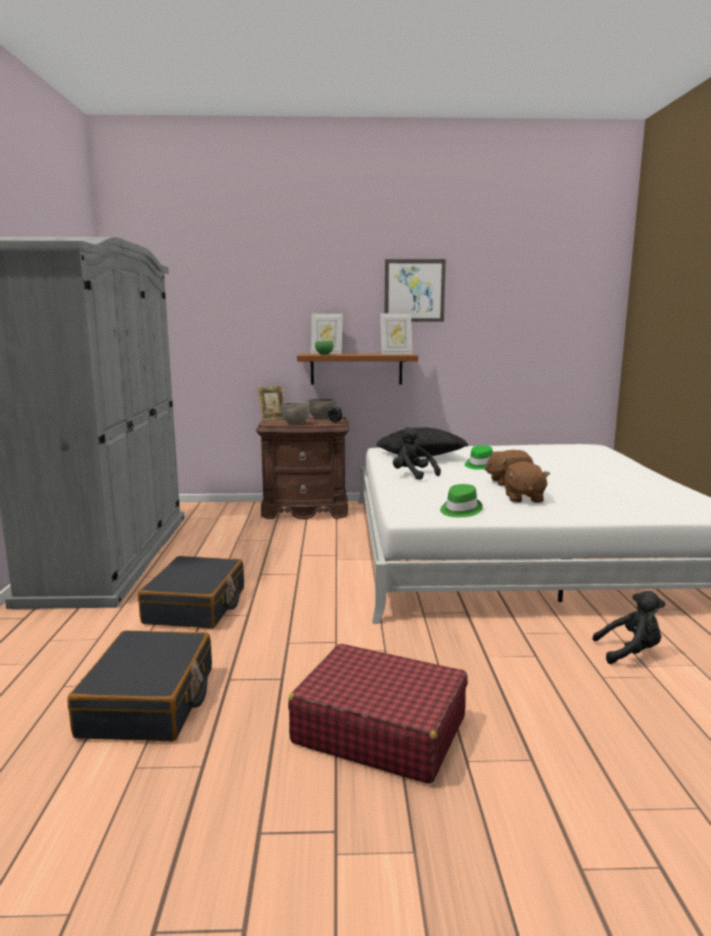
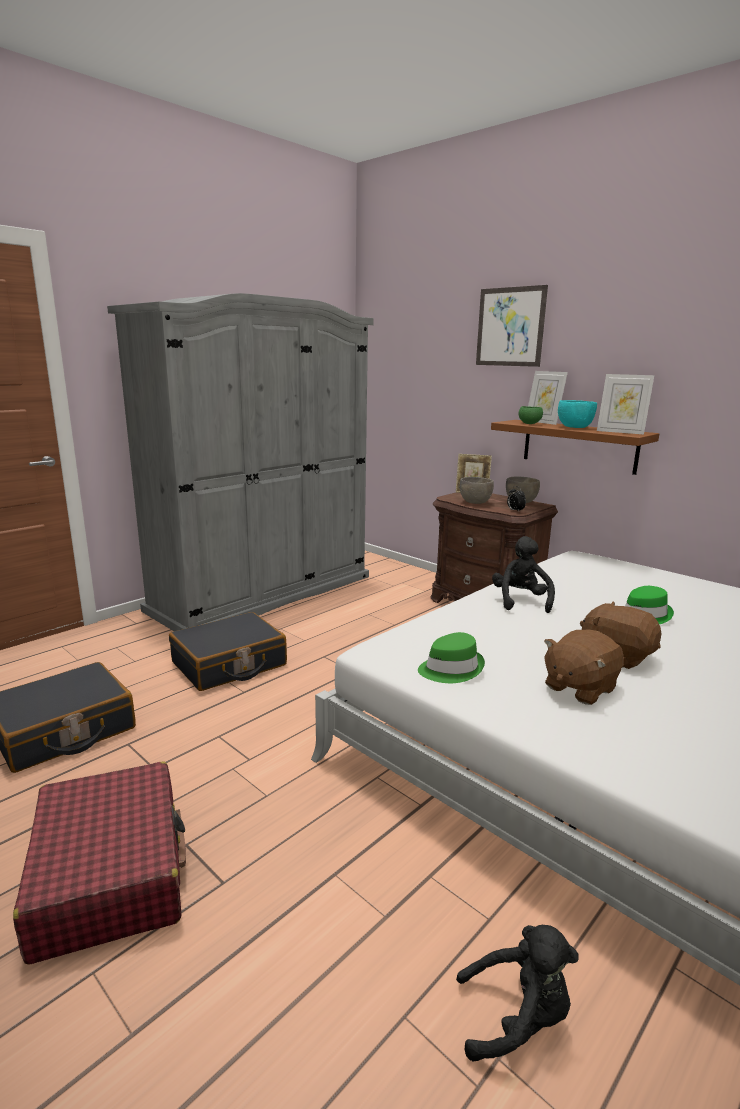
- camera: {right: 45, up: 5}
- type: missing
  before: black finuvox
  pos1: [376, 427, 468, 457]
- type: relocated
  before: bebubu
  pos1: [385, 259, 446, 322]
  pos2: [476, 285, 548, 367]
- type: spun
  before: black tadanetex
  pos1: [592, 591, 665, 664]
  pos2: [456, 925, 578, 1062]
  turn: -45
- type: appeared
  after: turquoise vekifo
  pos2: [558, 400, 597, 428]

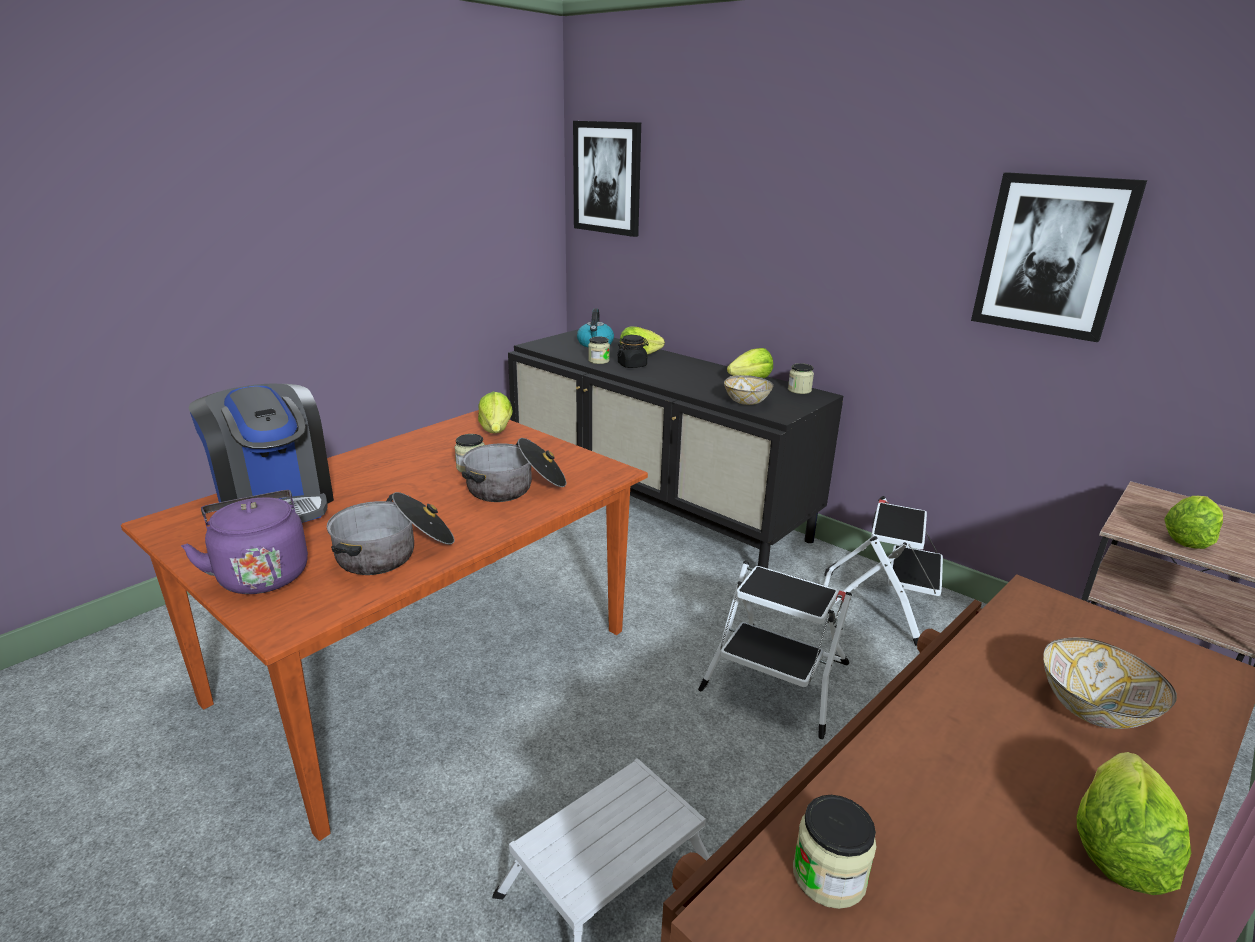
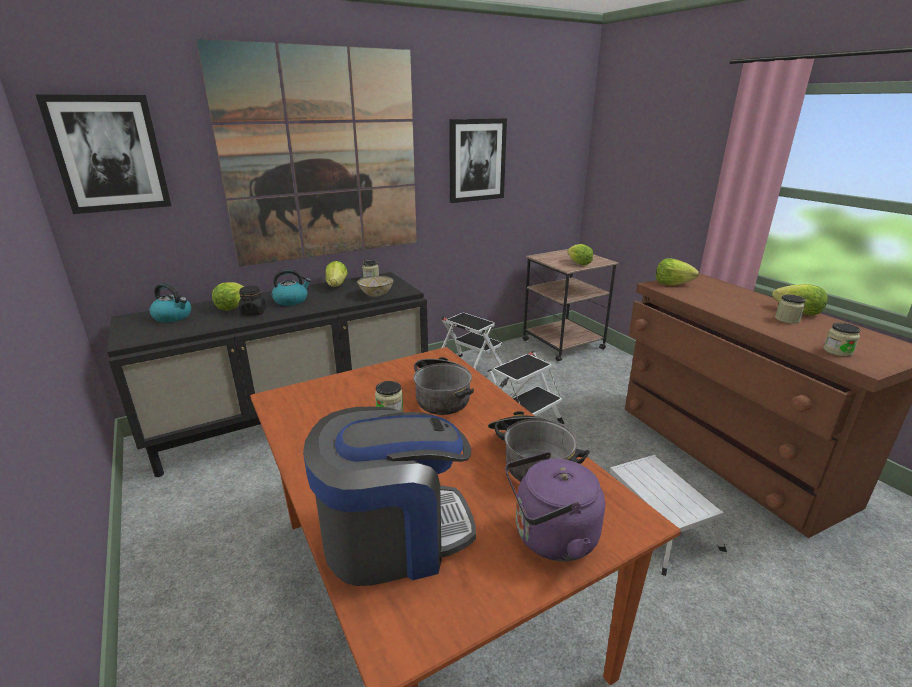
- camera: {right: -70, up: 0}
- type: relocated
  before: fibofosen
  pos1: [478, 392, 513, 433]
  pos2: [656, 258, 699, 286]
- type: relocated
  before: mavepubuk
  pos1: [588, 337, 610, 364]
  pos2: [775, 295, 806, 324]
- type: missing
  before: vekifo
  pos1: [1043, 638, 1177, 729]
- type: appeared
  after: bebubu
  pos2: [196, 39, 417, 267]
- type: appeared
  after: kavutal
  pos2: [272, 269, 311, 306]

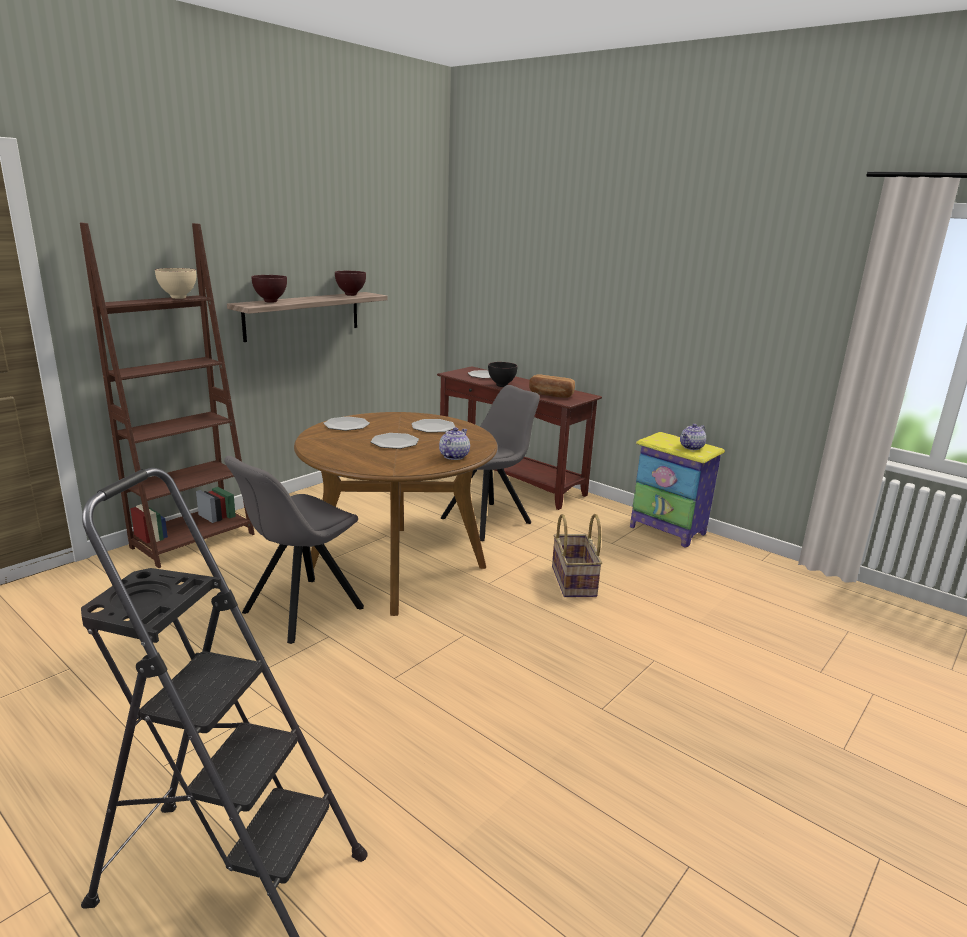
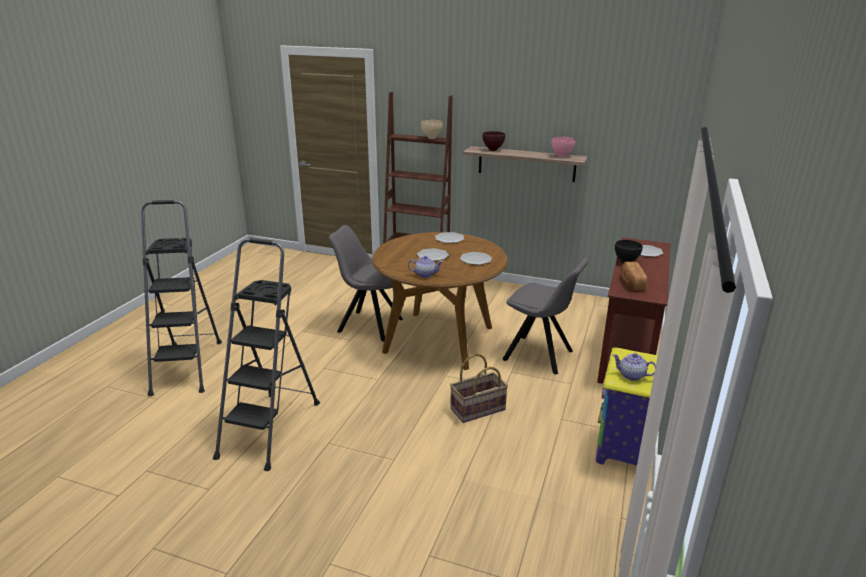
- camera: {right: 70, up: 5}
- type: colour
  before: brown vekifo
  after: pink vekifo
  pos1: [335, 271, 366, 296]
  pos2: [551, 137, 576, 157]
- type: appeared
  after: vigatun
  pos2: [213, 238, 320, 471]

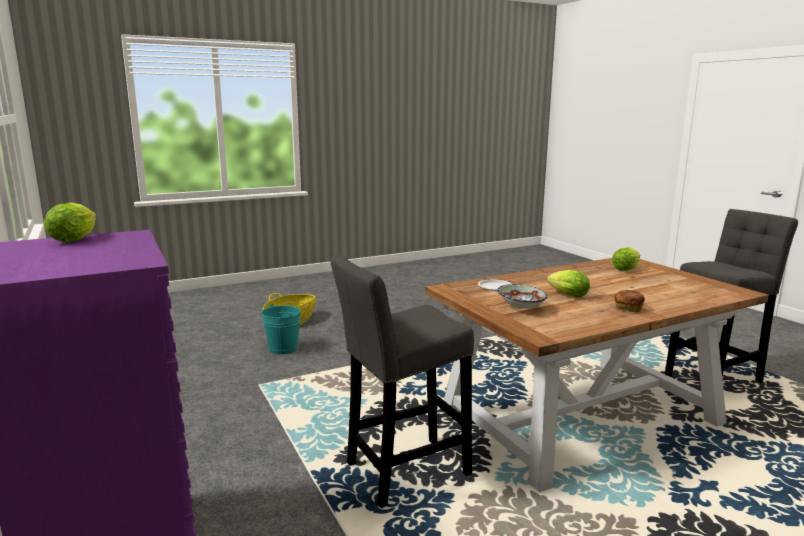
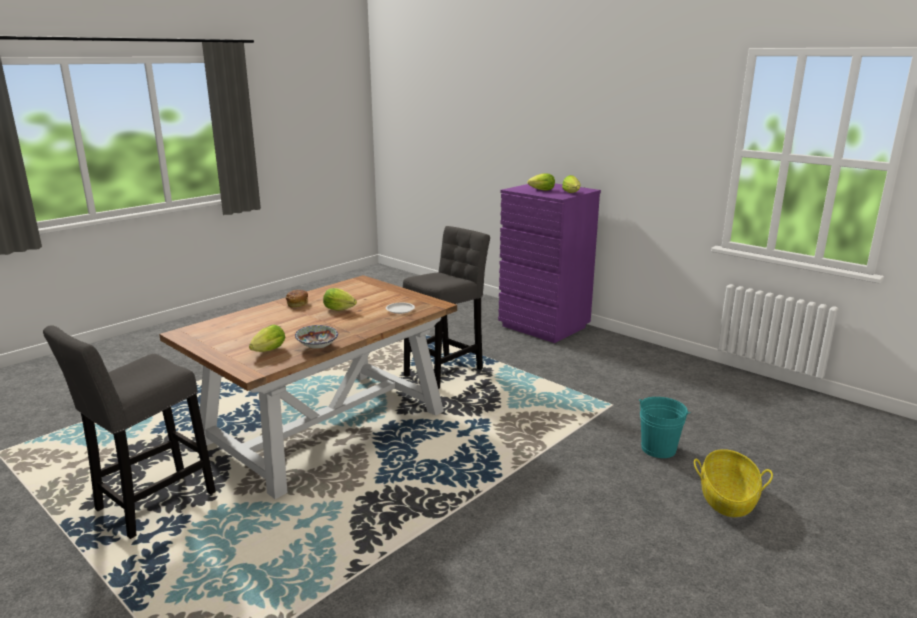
- camera: {right: 160, up: 5}
- type: relocated
  before: vekifo
  pos1: [498, 284, 547, 309]
  pos2: [295, 325, 338, 349]
- type: appeared
  after: fibofosen
  pos2: [527, 174, 555, 191]

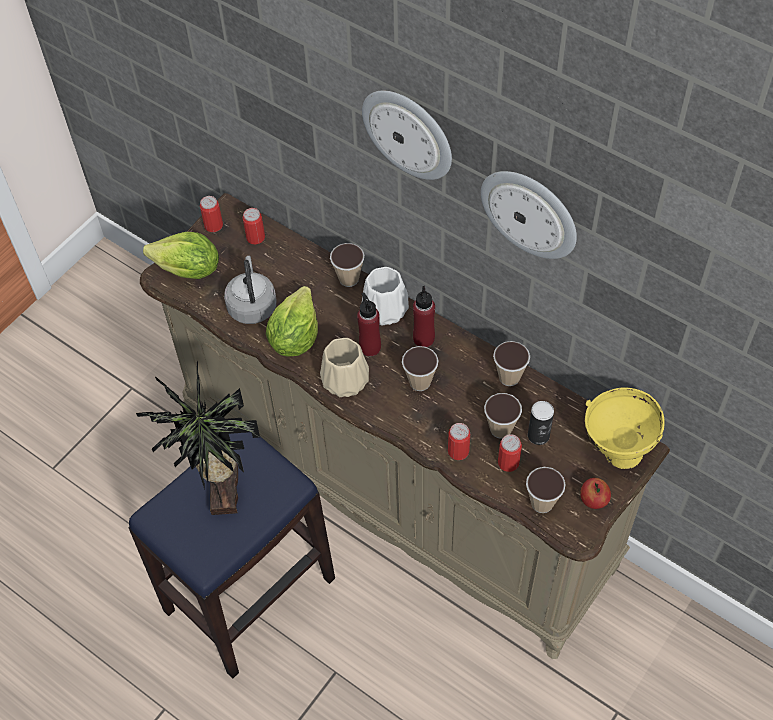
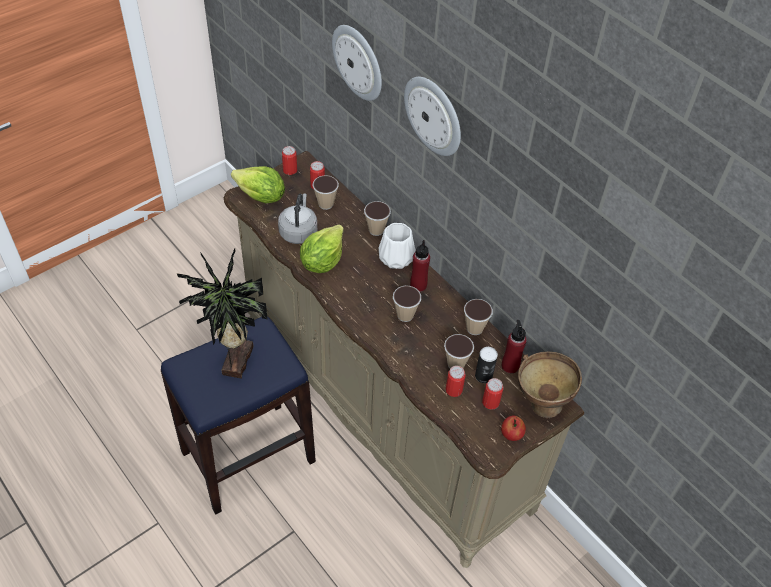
- camera: {right: 10, up: -5}
- type: missing
  before: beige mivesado
  pos1: [320, 338, 369, 397]
- type: relocated
  before: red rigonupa
  pos1: [357, 292, 381, 356]
  pos2: [502, 320, 527, 373]
- type: relocated
  before: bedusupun
  pos1: [448, 423, 470, 460]
  pos2: [482, 378, 503, 410]
- type: relocated
  before: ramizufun
  pos1: [481, 171, 577, 259]
  pos2: [332, 25, 382, 101]
- type: relocated
  before: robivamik
  pos1: [526, 467, 565, 513]
  pos2: [312, 175, 339, 210]
- type: colour
  before: yellow vekifo
  after: brown vekifo
  pos1: [585, 387, 665, 469]
  pos2: [518, 352, 582, 418]

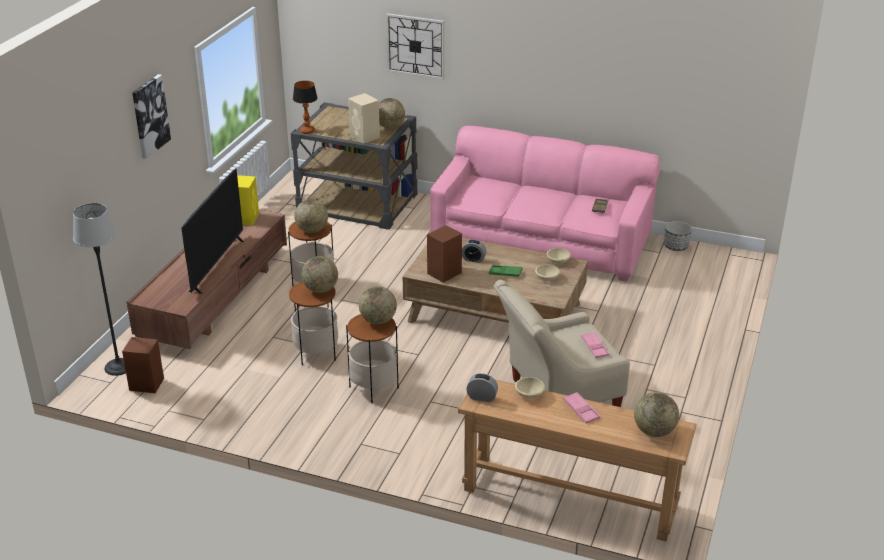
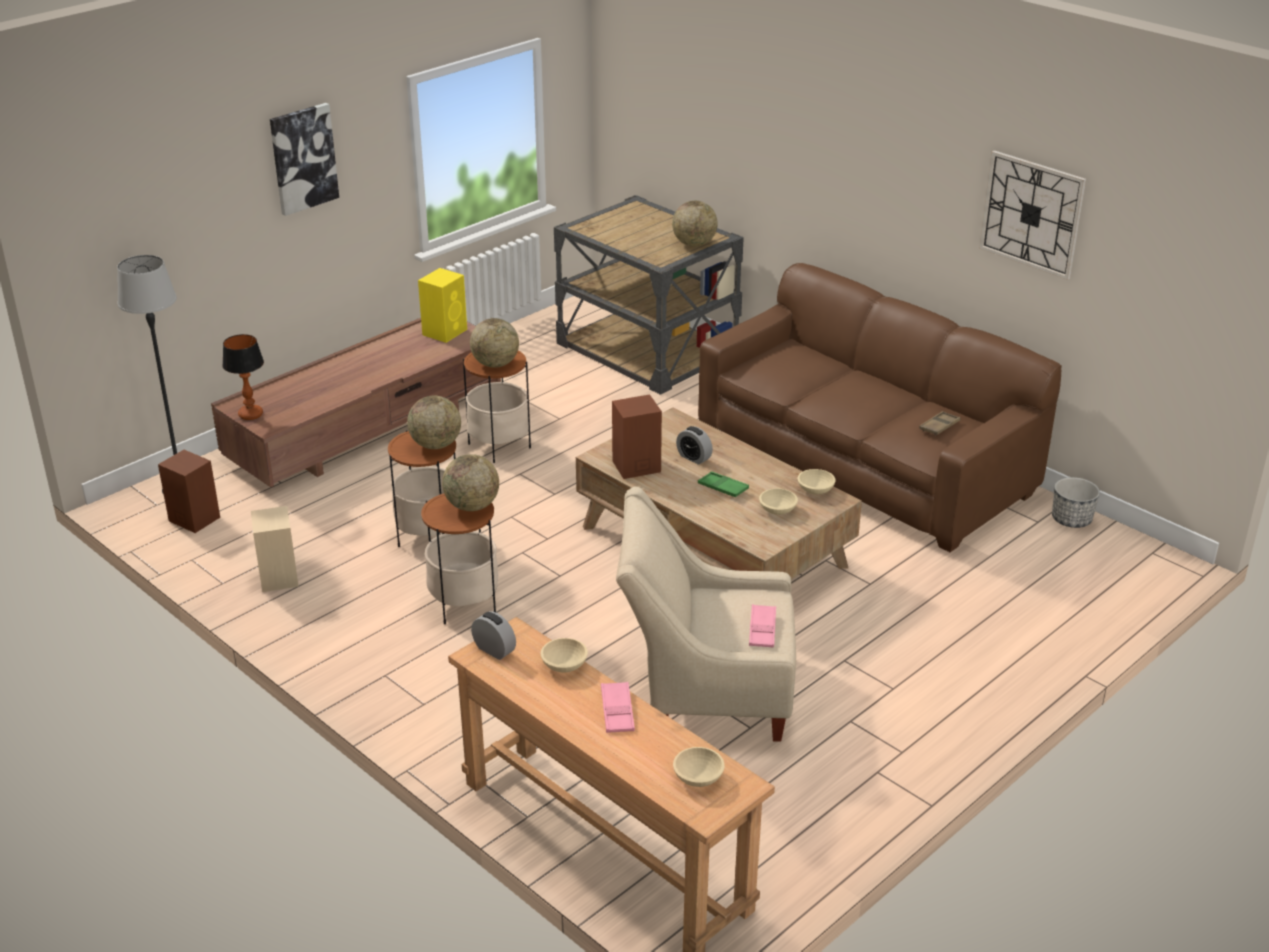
- camera: {right: 25, up: 0}
- type: missing
  before: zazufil
  pos1: [181, 168, 244, 294]
- type: relocated
  before: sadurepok
  pos1: [293, 81, 318, 134]
  pos2: [222, 334, 264, 420]
- type: relocated
  before: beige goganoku
  pos1: [348, 93, 380, 144]
  pos2: [251, 506, 299, 592]
- type: relocated
  before: ramizufun
  pos1: [386, 13, 444, 80]
  pos2: [979, 150, 1086, 280]
- type: colour
  before: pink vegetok
  after: brown vegetok
  pos1: [430, 126, 660, 282]
  pos2: [698, 263, 1062, 552]
- type: exchanged
  before: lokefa
  after: beige vekifo
  pos1: [634, 392, 679, 437]
  pos2: [673, 747, 725, 787]

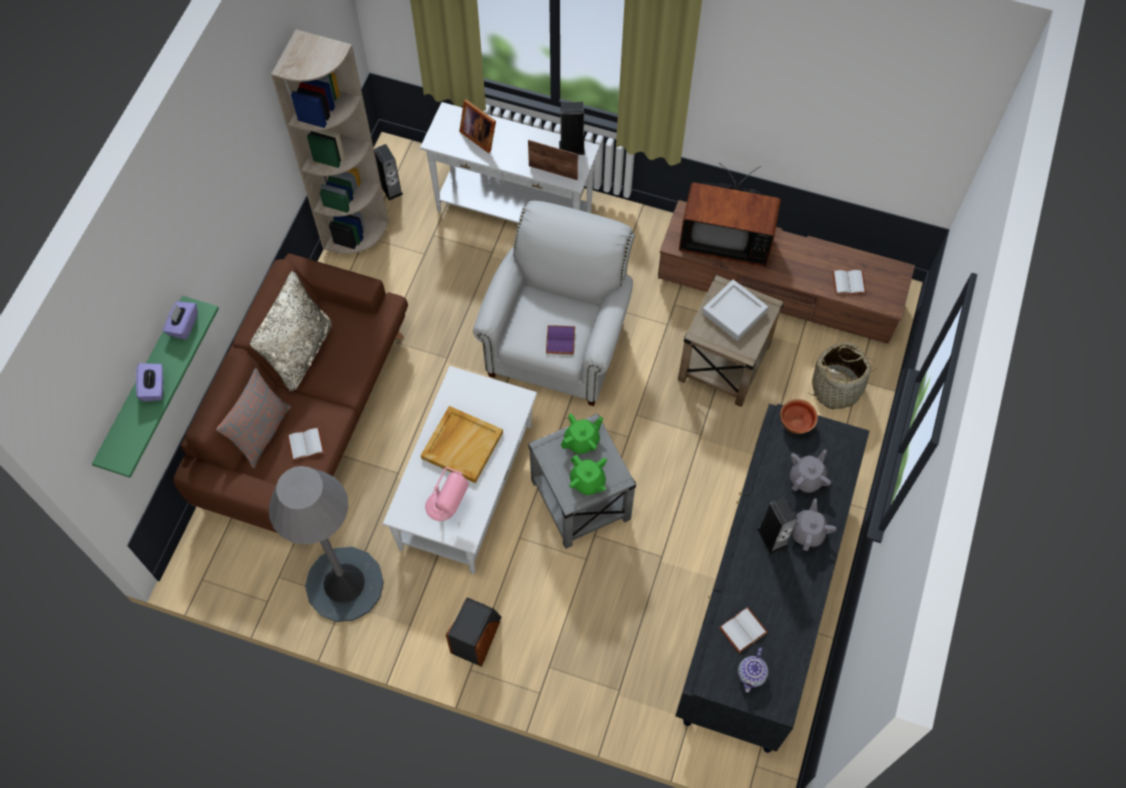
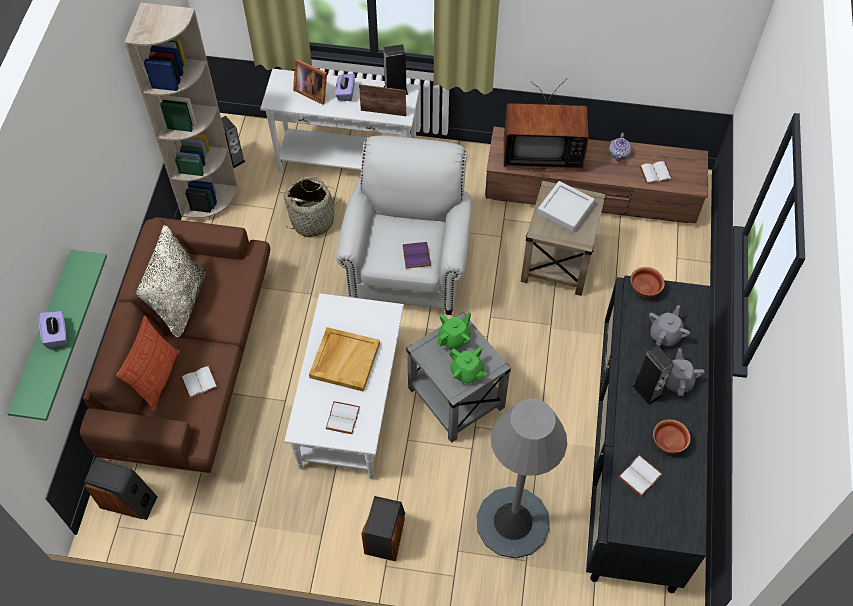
- camera: {right: -10, up: -5}
- type: relocated
  before: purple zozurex
  pos1: [163, 301, 198, 340]
  pos2: [335, 73, 355, 101]
- type: colour
  before: grey finuvox
  after: orange finuvox
  pos1: [216, 368, 291, 468]
  pos2: [116, 316, 180, 412]
- type: relocated
  before: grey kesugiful
  pos1: [269, 466, 384, 622]
  pos2: [477, 399, 567, 559]
- type: exchanged
  before: pink sadurepok
  after: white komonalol
  pos1: [425, 467, 469, 521]
  pos2: [326, 401, 360, 434]
- type: relocated
  before: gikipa
  pos1: [738, 647, 768, 693]
  pos2: [609, 132, 631, 161]
- type: relocated
  before: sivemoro
  pos1: [808, 342, 877, 409]
  pos2: [284, 176, 342, 237]
- type: appeared
  after: goganoku
  pos2: [84, 457, 158, 520]
- type: appeared
  after: vekifo
  pos2: [653, 419, 691, 454]

